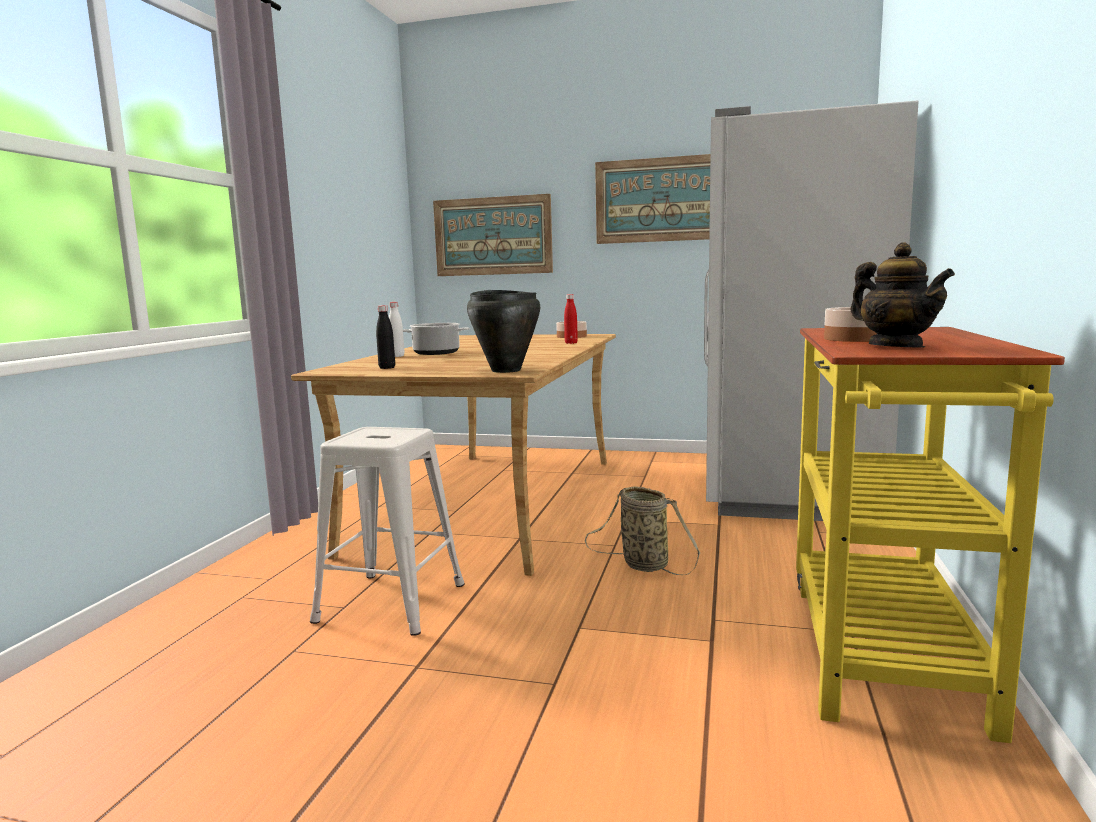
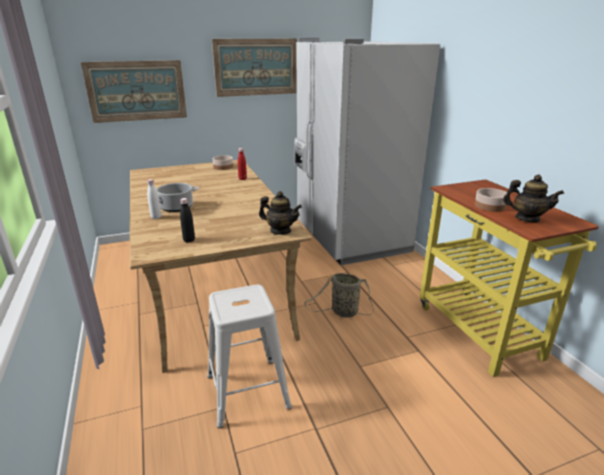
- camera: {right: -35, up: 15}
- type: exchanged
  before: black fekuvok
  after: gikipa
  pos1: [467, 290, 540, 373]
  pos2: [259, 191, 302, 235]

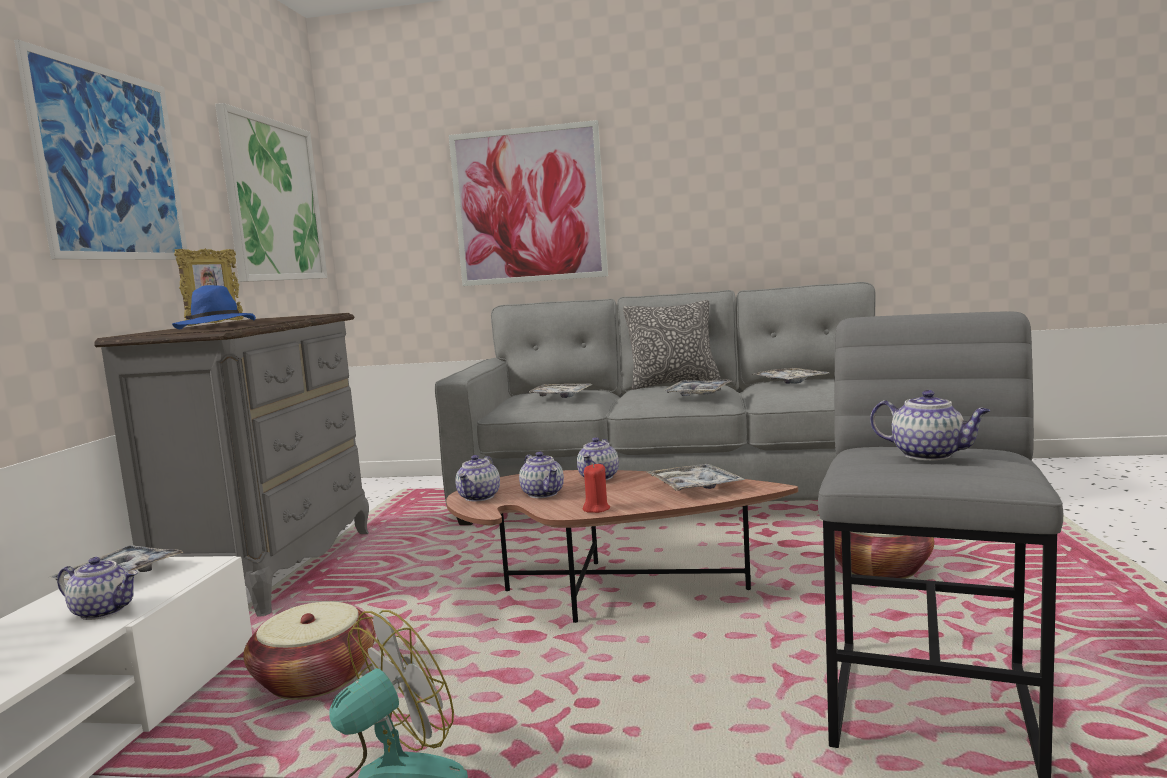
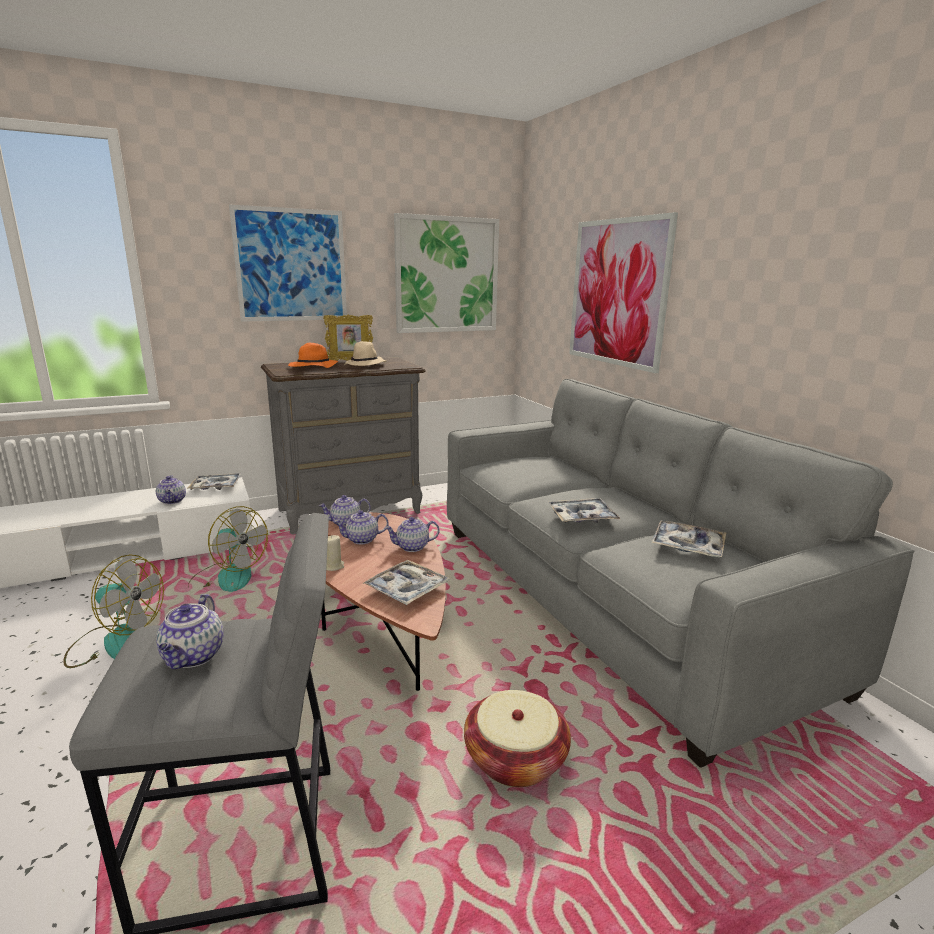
- camera: {right: 55, up: 10}
- type: colour
  before: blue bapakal
  after: orange bapakal
  pos1: [172, 285, 256, 329]
  pos2: [288, 343, 338, 368]
- type: exchanged
  before: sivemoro
  after: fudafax
  pos1: [243, 602, 375, 700]
  pos2: [188, 506, 268, 592]
- type: spun
  before: gikipa
  pos1: [519, 452, 564, 498]
  pos2: [334, 510, 389, 544]
  turn: 45
- type: missing
  before: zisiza
  pos1: [526, 384, 592, 398]
- type: colour
  before: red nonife
  after: beige nonife
  pos1: [583, 463, 610, 513]
  pos2: [326, 535, 344, 571]
- type: missing
  before: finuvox
  pos1: [623, 300, 721, 390]
- type: appeared
  after: beige bapakal
  pos2: [344, 341, 386, 366]

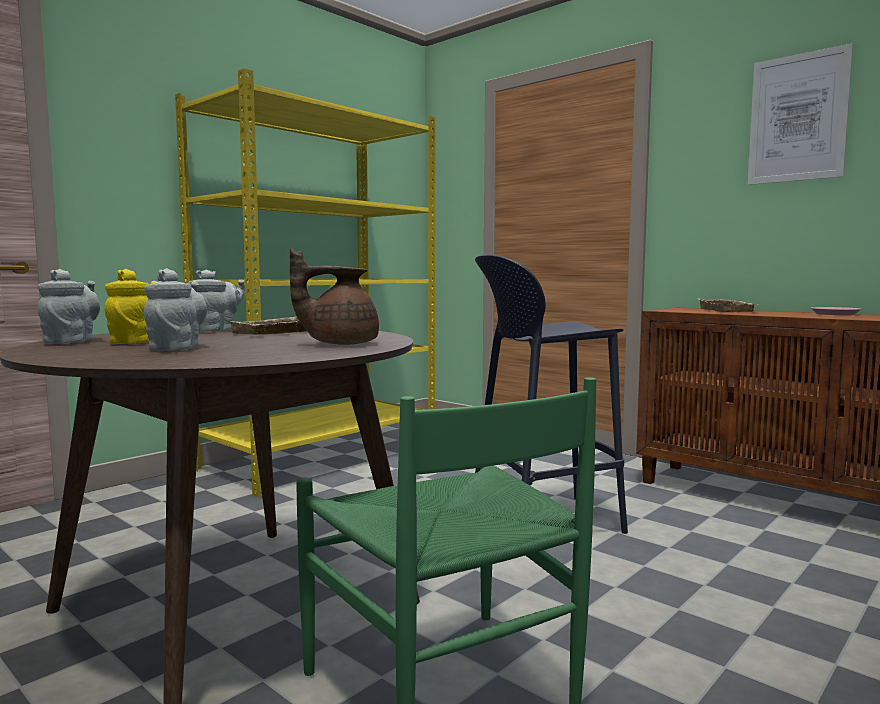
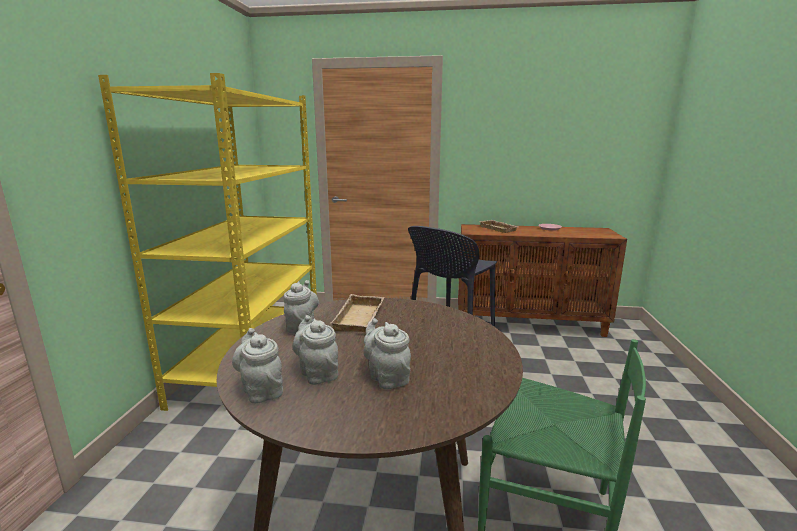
- camera: {right: -35, up: 10}
- type: colour
  before: yellow gikipa
  after: grey gikipa
  pos1: [104, 269, 157, 344]
  pos2: [292, 315, 338, 385]
- type: missing
  before: brown gikipa
  pos1: [290, 249, 379, 345]
- type: missing
  before: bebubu
  pos1: [748, 43, 853, 185]

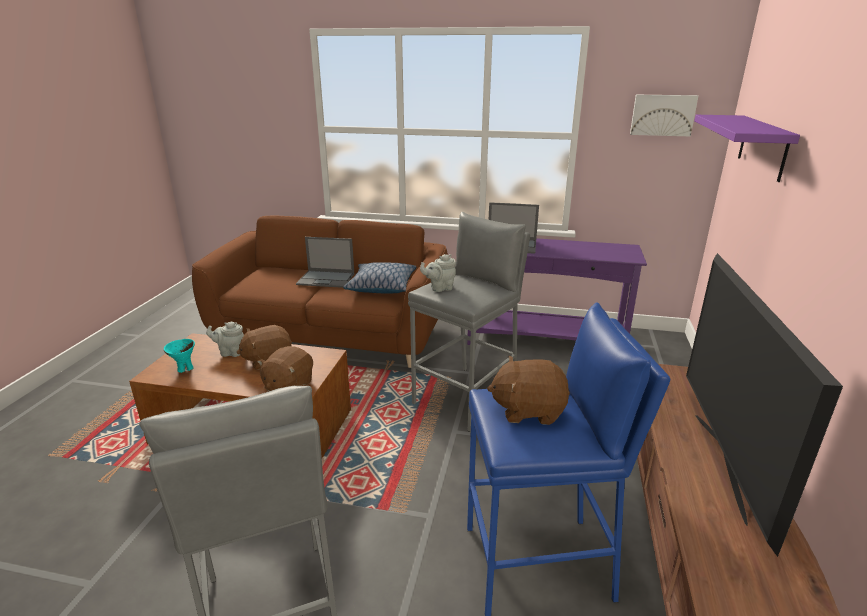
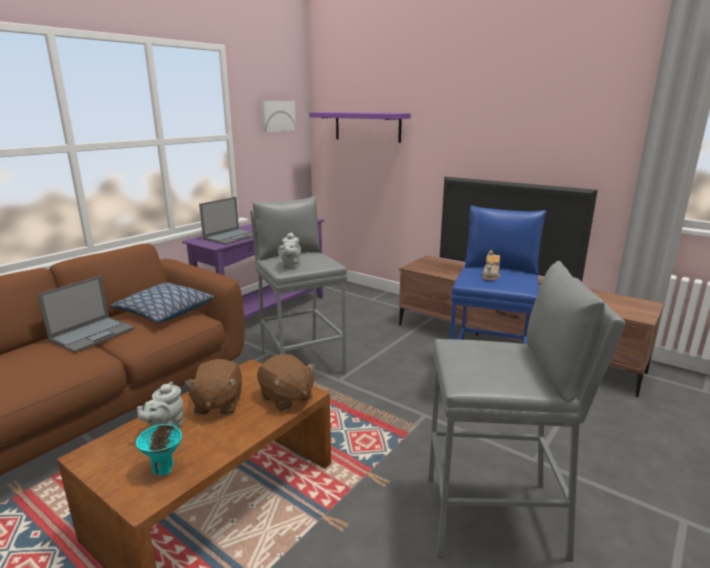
- camera: {right: -65, up: -5}
- type: exchanged
  before: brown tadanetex
  after: gikipa
  pos1: [487, 356, 570, 425]
  pos2: [482, 250, 500, 281]

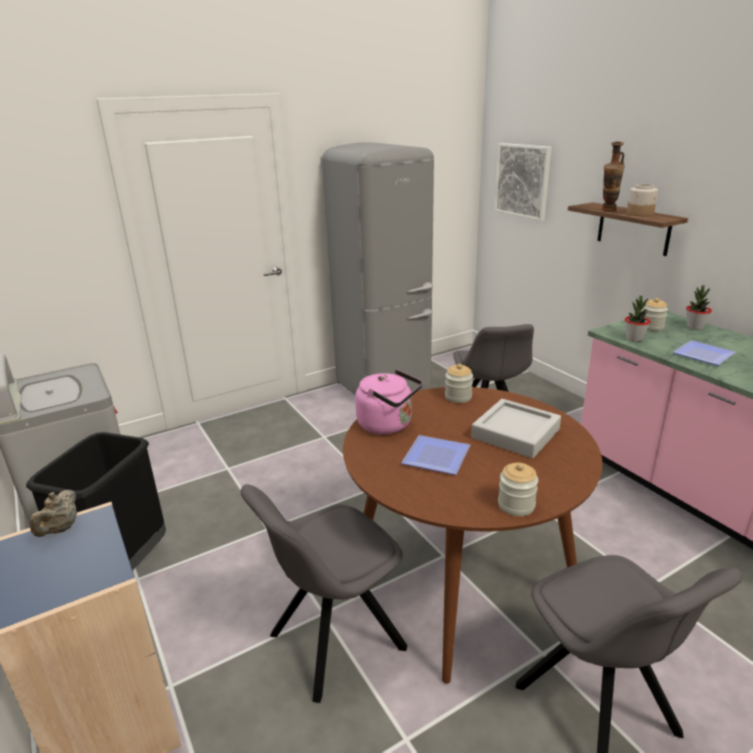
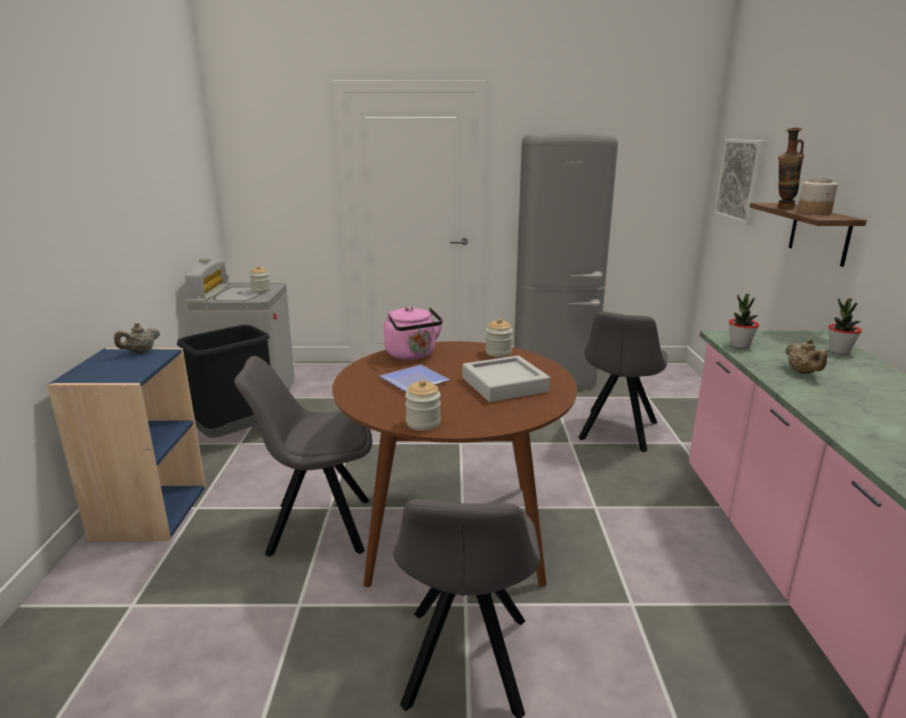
- camera: {right: 30, up: -5}
- type: relocated
  before: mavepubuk
  pos1: [643, 298, 668, 331]
  pos2: [249, 266, 271, 293]
- type: exchanged
  before: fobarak
  after: beige gikipa
  pos1: [673, 340, 736, 365]
  pos2: [786, 339, 827, 374]

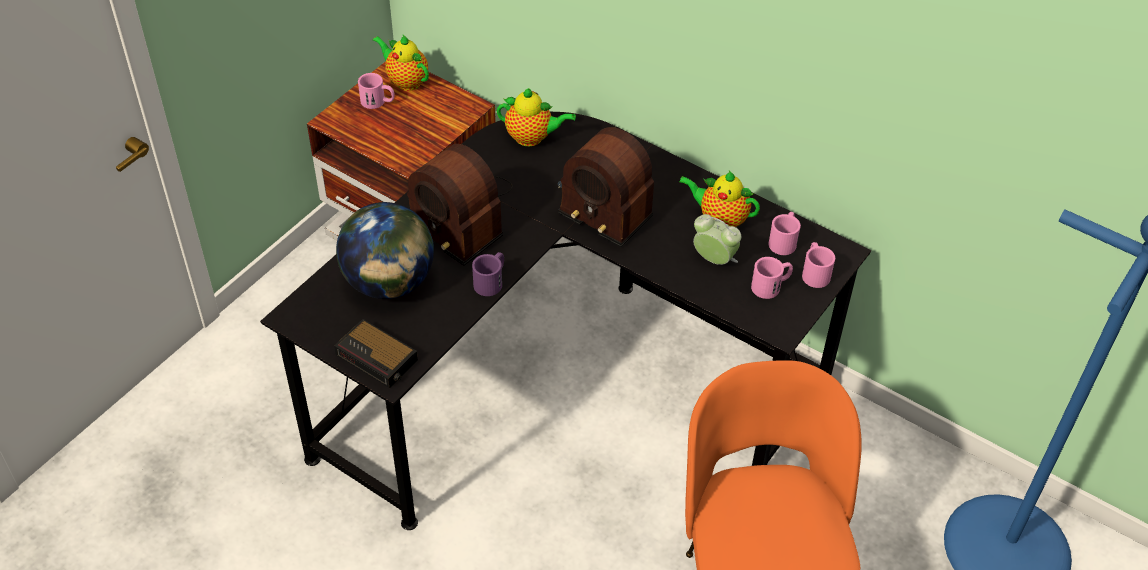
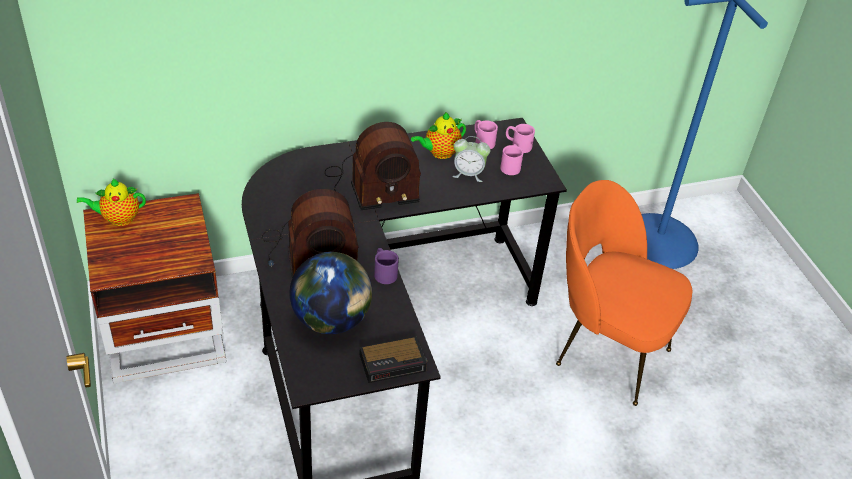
- camera: {right: -55, up: -5}
- type: missing
  before: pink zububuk
  pos1: [358, 73, 395, 109]
- type: missing
  before: gikipa
  pos1: [497, 88, 576, 146]
- type: spun
  before: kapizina
  pos1: [693, 214, 741, 265]
  pos2: [452, 136, 491, 182]
  turn: -150

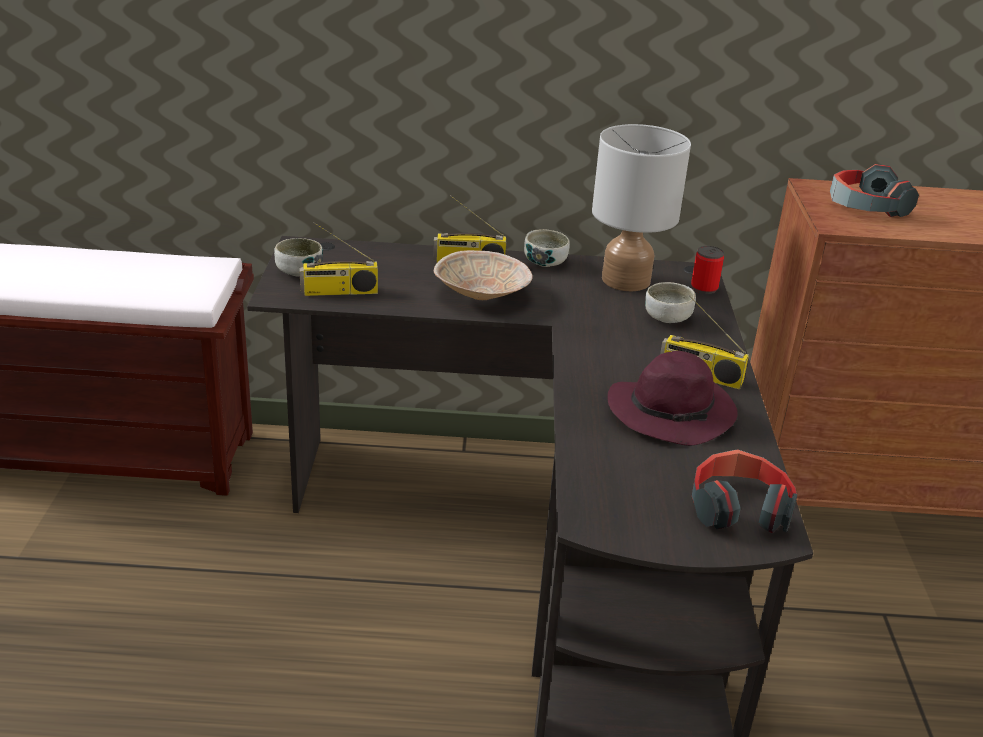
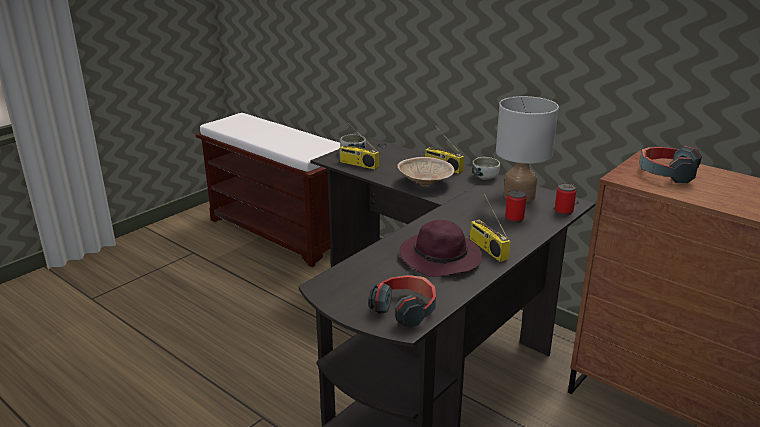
- camera: {right: 40, up: -5}
- type: exchanged
  before: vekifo
  after: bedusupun
  pos1: [645, 282, 696, 323]
  pos2: [505, 190, 526, 223]

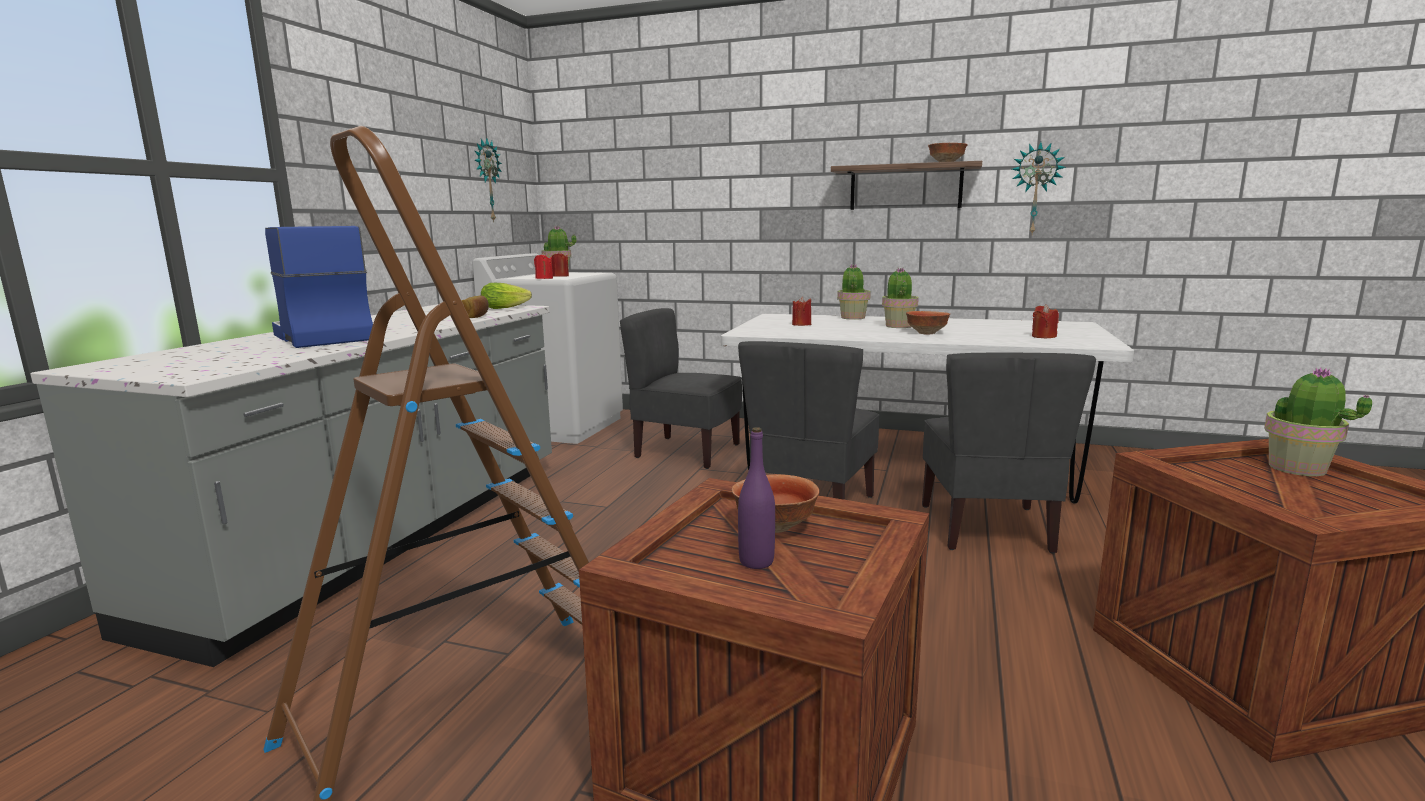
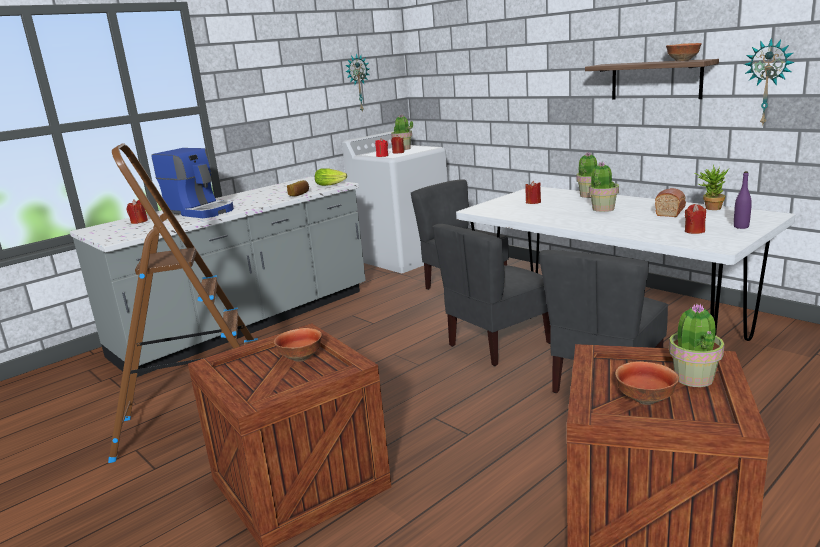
- camera: {right: 30, up: 5}
- type: spun
  before: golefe
  pos1: [265, 226, 373, 348]
  pos2: [151, 148, 234, 218]
  turn: 135
- type: relocated
  before: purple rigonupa
  pos1: [738, 427, 775, 569]
  pos2: [734, 171, 752, 229]
- type: relocated
  before: vekifo
  pos1: [906, 311, 950, 334]
  pos2: [615, 361, 679, 405]
- type: appeared
  after: red nonife
  pos2: [127, 199, 148, 224]
- type: appeared
  after: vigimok
  pos2: [655, 188, 686, 217]
- type: appeared
  after: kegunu
  pos2: [694, 164, 729, 210]

